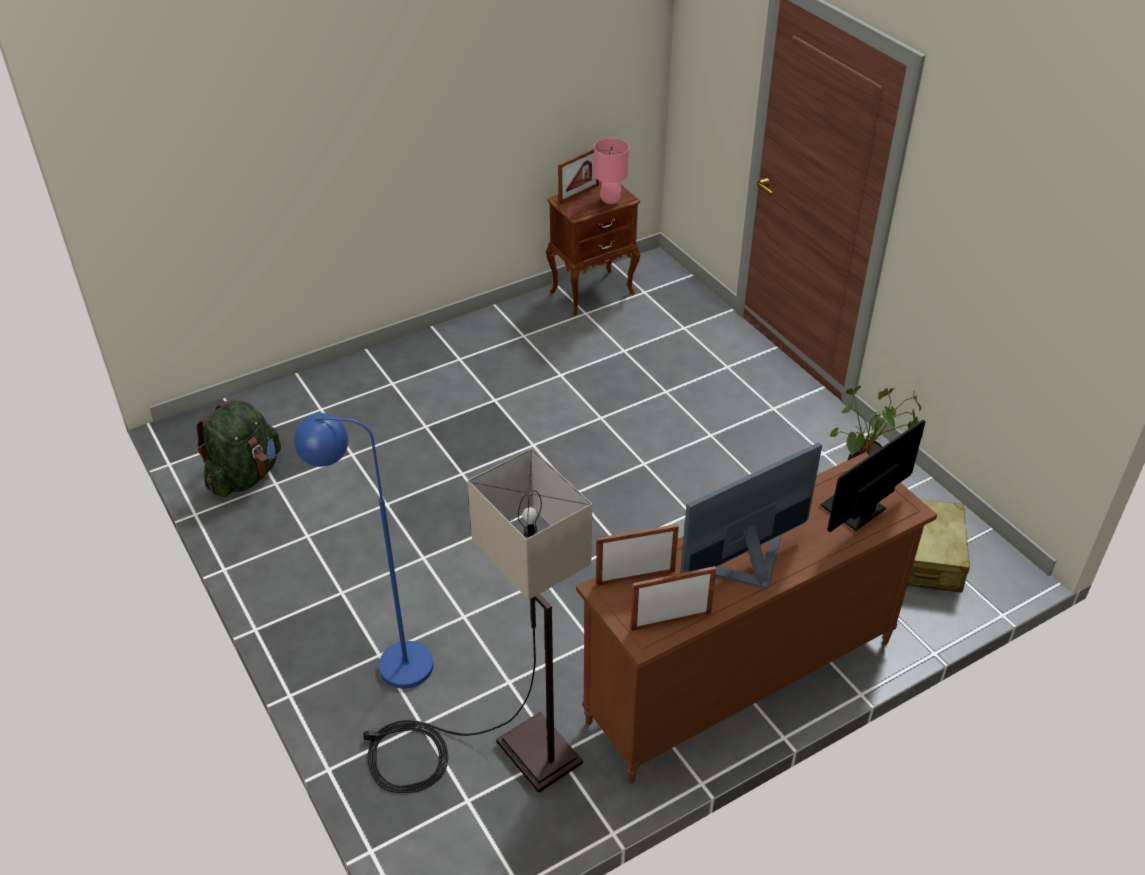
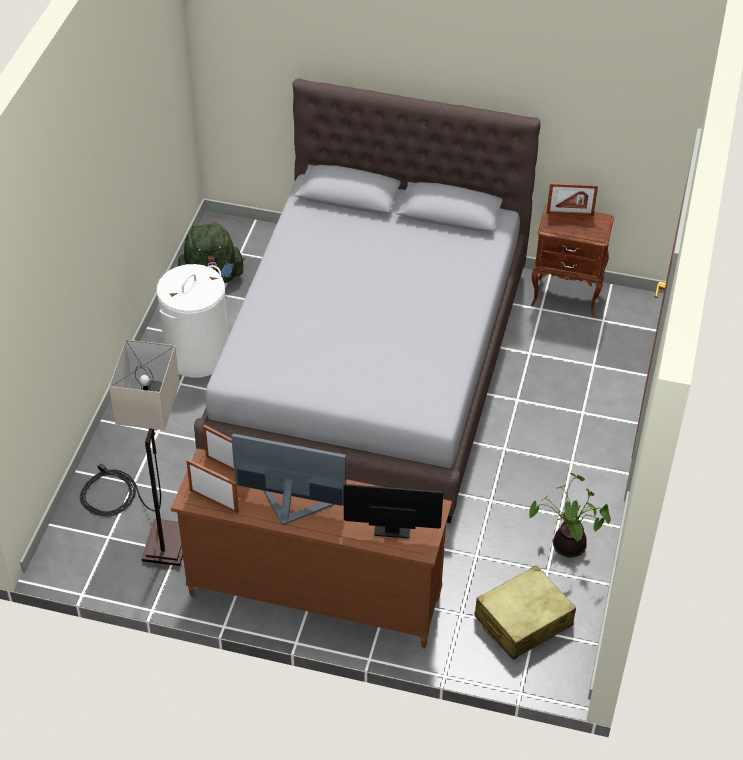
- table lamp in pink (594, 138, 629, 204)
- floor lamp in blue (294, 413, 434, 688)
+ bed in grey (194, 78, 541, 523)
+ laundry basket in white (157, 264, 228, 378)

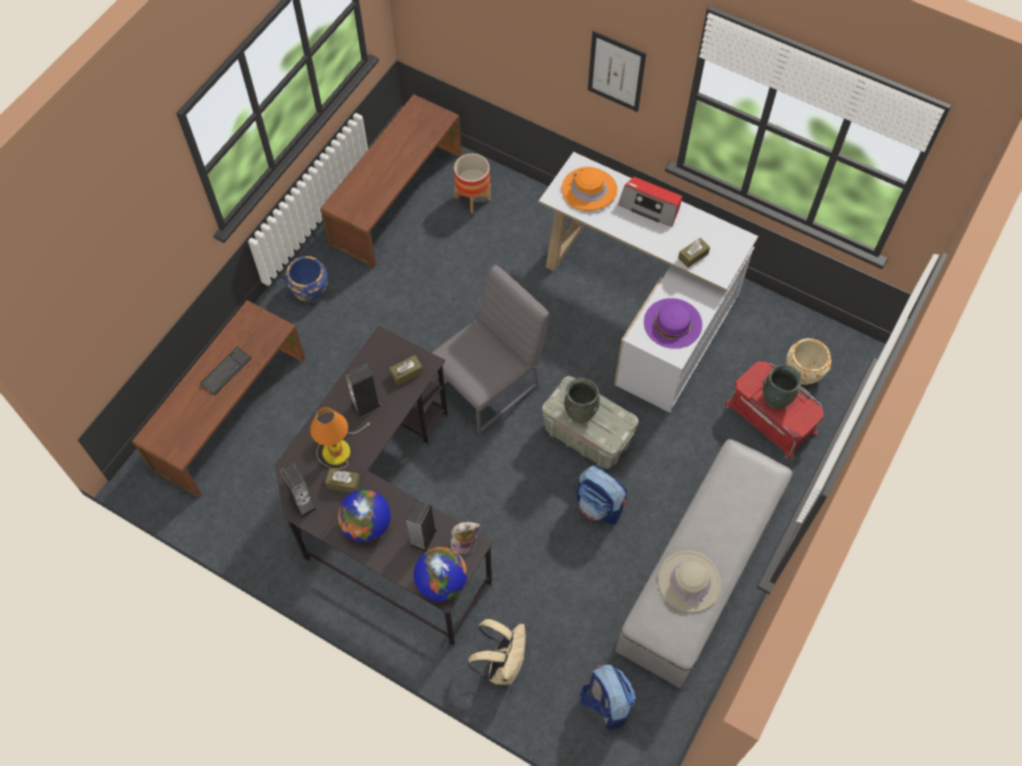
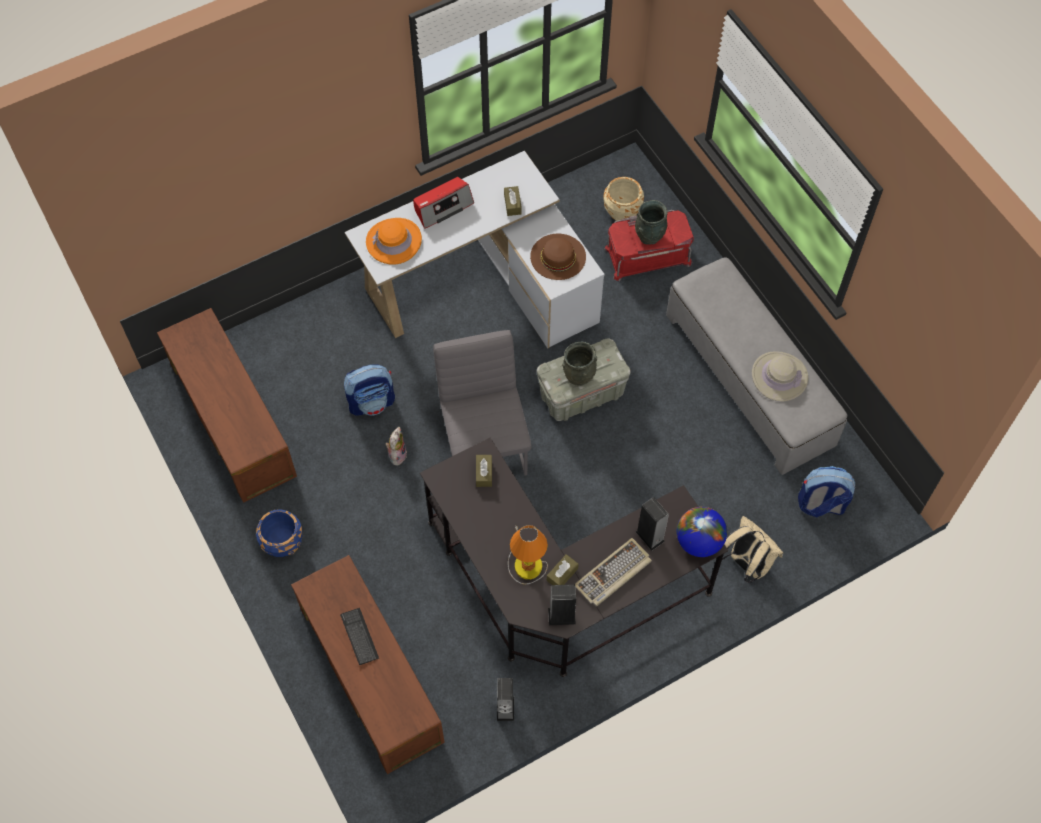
- picture (588, 31, 646, 112)
- planter (454, 154, 491, 213)
~ hat in purple (644, 298, 702, 349) to hat in brown (530, 234, 586, 280)
~ speaker (345, 364, 381, 417) to (497, 678, 514, 721)
~ backpack (577, 465, 627, 525) to (344, 364, 395, 416)
~ globe (338, 489, 391, 542) to keyboard (575, 538, 652, 607)
~ plush toy (451, 522, 480, 554) to (385, 427, 407, 466)

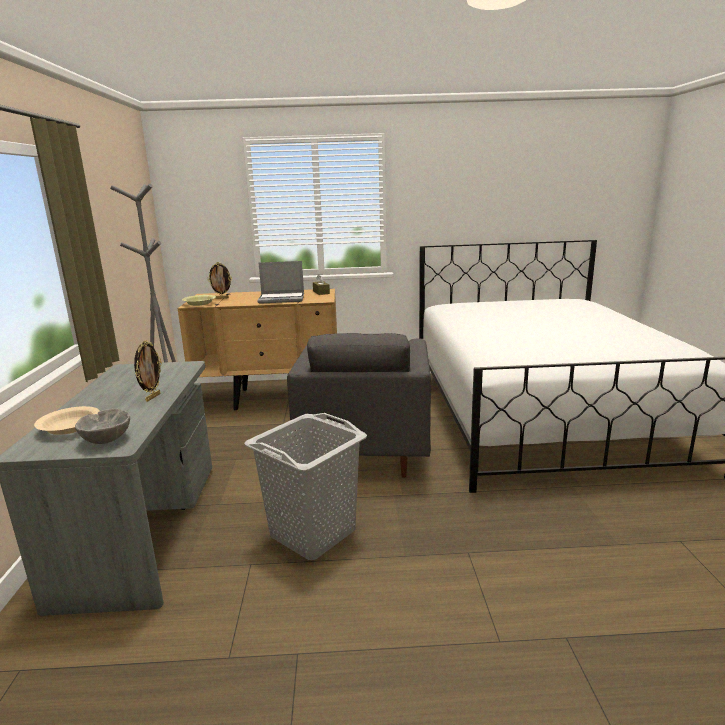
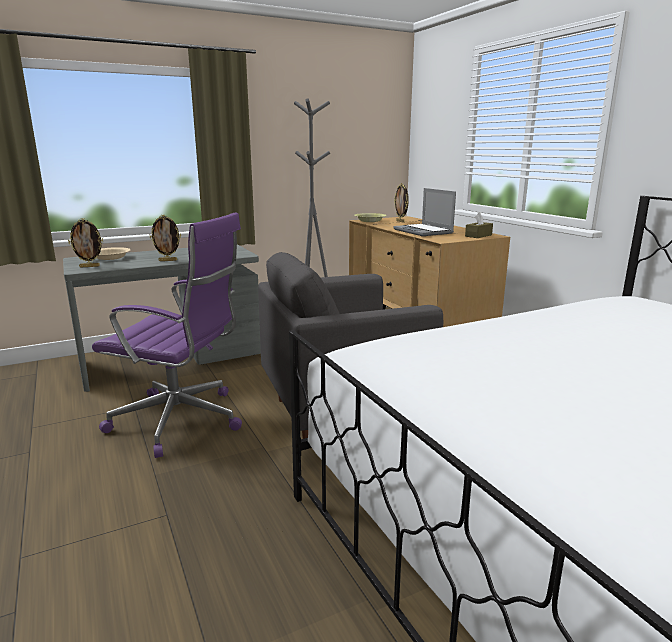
~ bowl in grey (75, 409, 130, 444) to picture frame (68, 218, 103, 268)
~ laundry basket in grey (245, 413, 367, 560) to office chair in purple (92, 212, 242, 458)

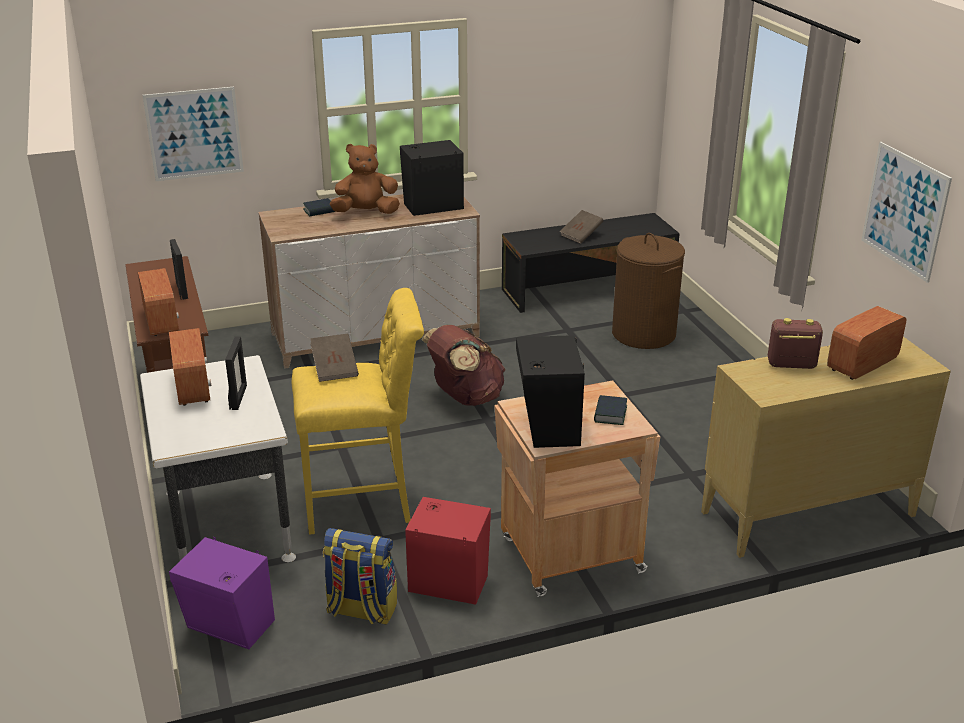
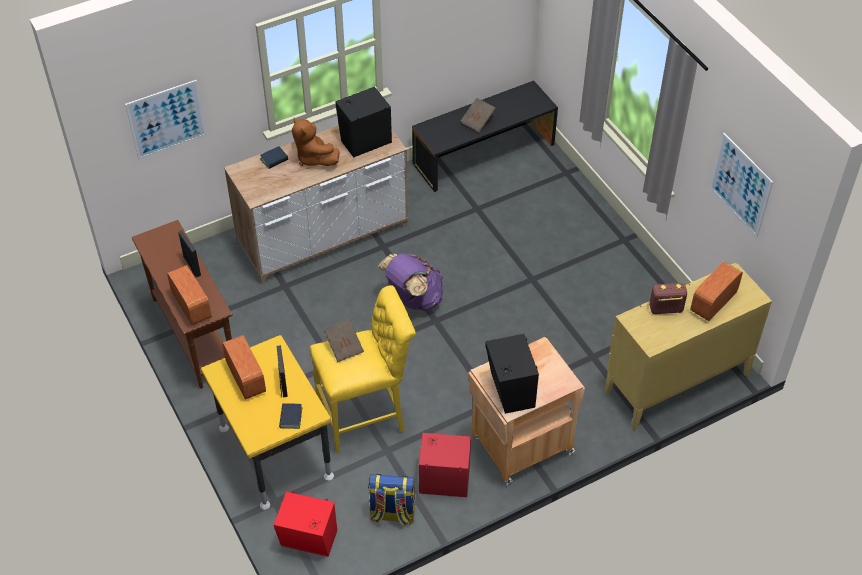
~ plush toy in brown (330, 144, 400, 214) = (292, 118, 340, 166) 105 degrees counterclockwise
- laundry basket in brown (612, 233, 685, 349)
~ backpack in brown (421, 325, 506, 406) to backpack in purple (378, 253, 443, 311)
~ desk in white (140, 355, 296, 562) to desk in yellow (201, 335, 334, 510)
~ book (594, 395, 627, 425) to (279, 403, 303, 429)
~ speaker in purple (169, 537, 275, 649) to speaker in red (274, 492, 337, 557)

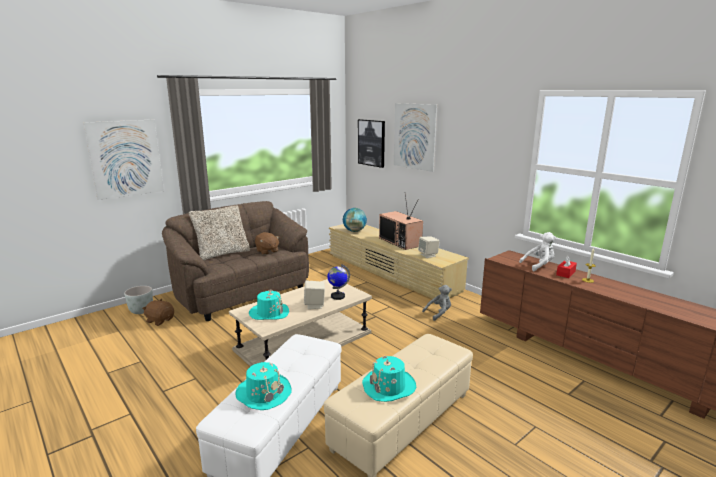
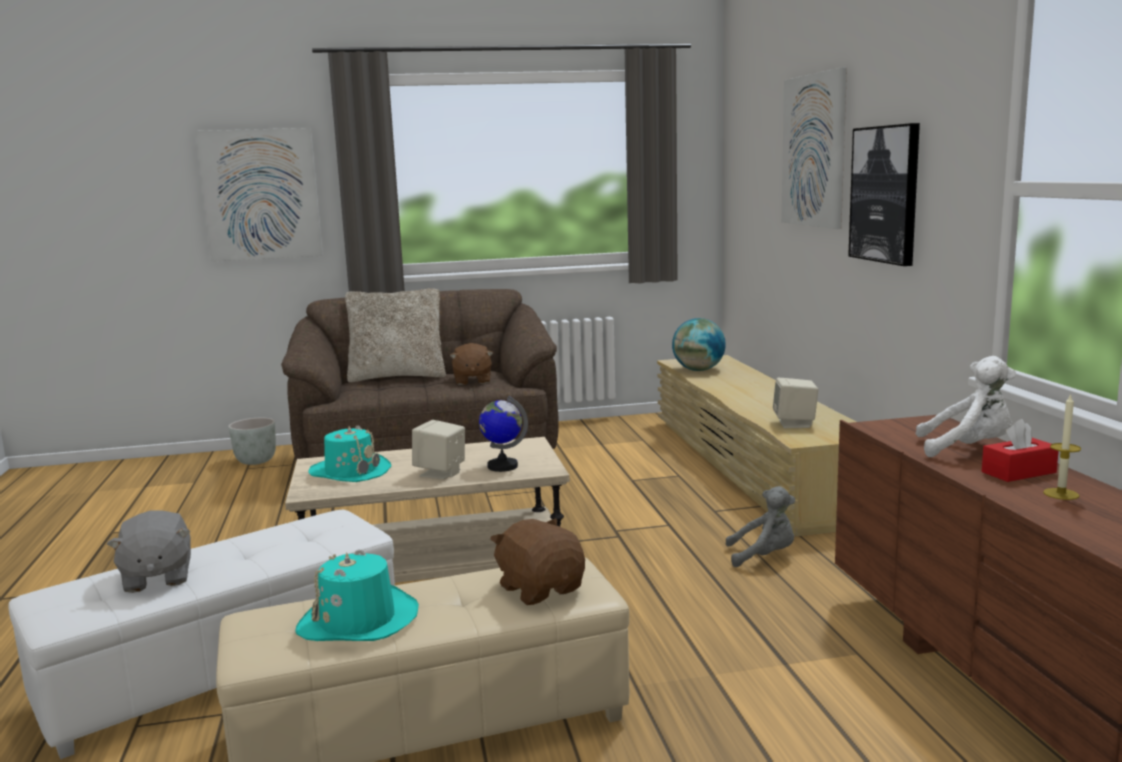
~ picture (358, 119, 385, 168) to (848, 123, 920, 266)
- television (379, 195, 423, 250)
~ plush toy in brown (142, 299, 174, 326) to (490, 518, 585, 605)
~ hat in turquoise (236, 362, 292, 410) to plush toy in grey (106, 510, 191, 593)

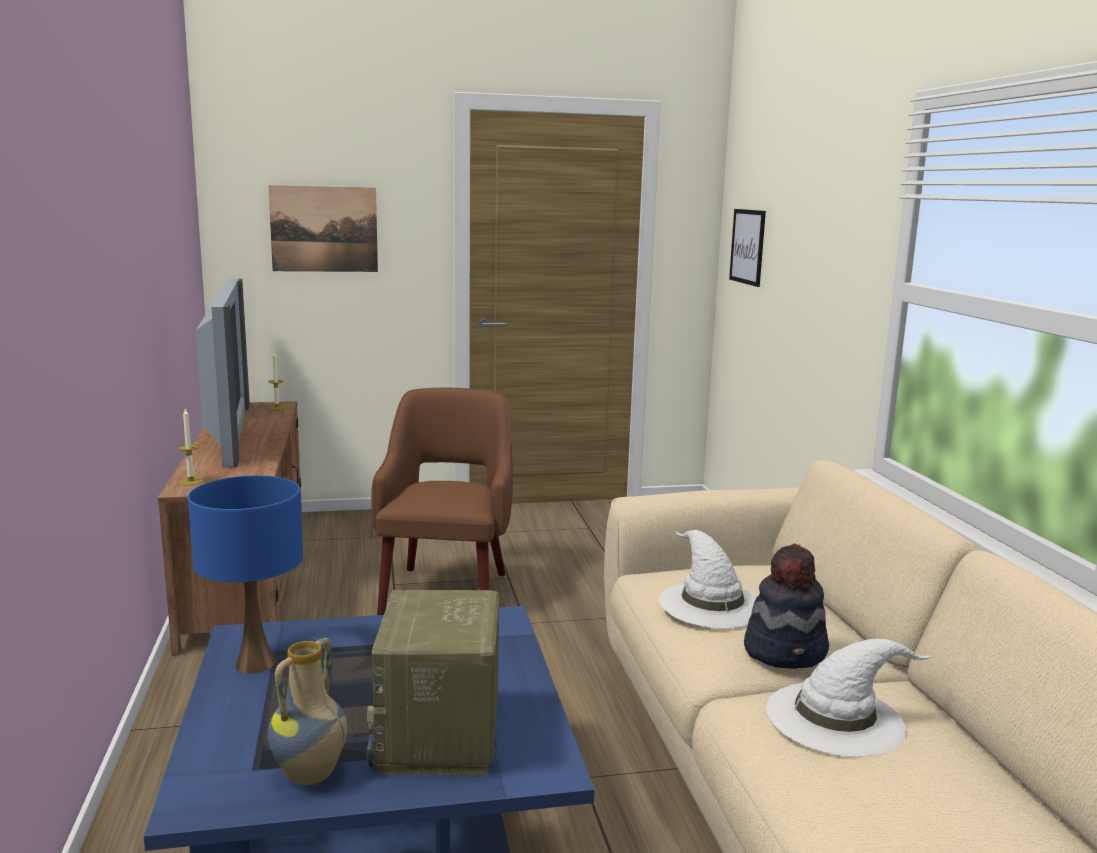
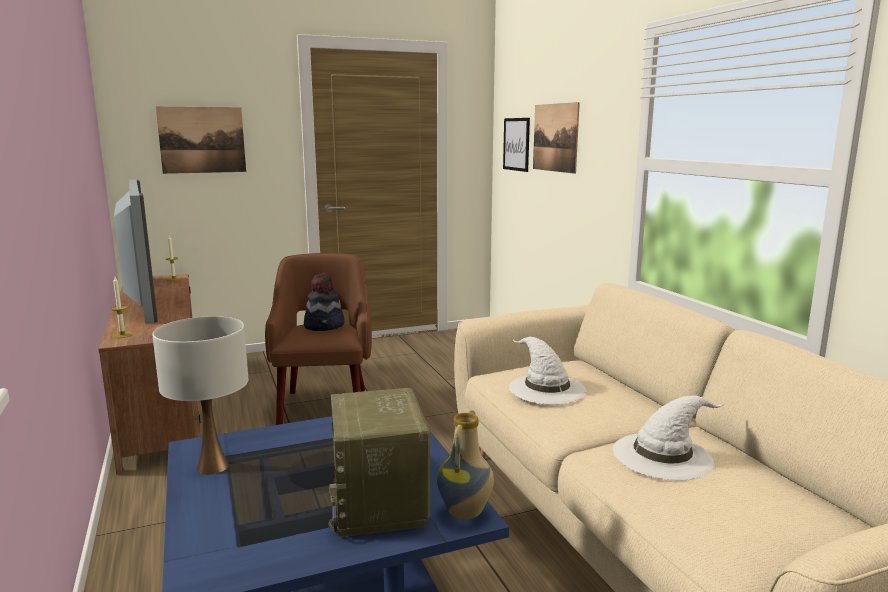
~ table lamp in blue (188, 476, 303, 674) to table lamp in white (152, 316, 248, 475)
~ hat (744, 544, 829, 669) to (304, 273, 345, 331)
~ vase (268, 638, 347, 785) to (437, 410, 494, 520)
+ picture (533, 102, 580, 174)

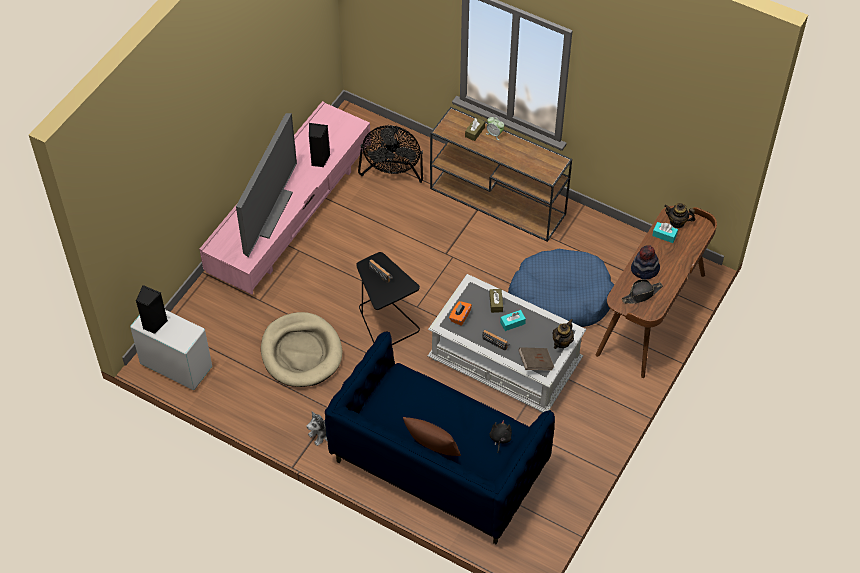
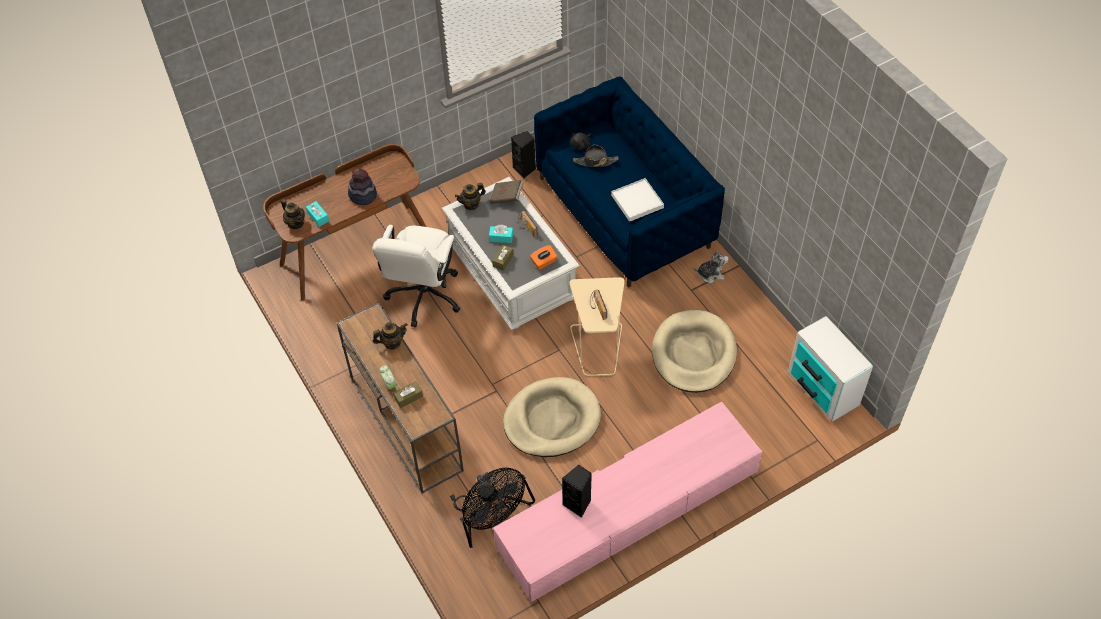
- television (236, 113, 297, 257)
~ fan in black (358, 125, 423, 183) = (450, 468, 535, 548) 105 degrees clockwise
~ dog bed in blue (508, 249, 615, 327) to office chair in white (372, 225, 460, 327)
~ side table in black (356, 252, 420, 345) to side table in beige (570, 277, 625, 377)
~ hat in black (621, 279, 663, 304) to (573, 145, 618, 167)
~ speaker in black (136, 285, 168, 334) to (511, 131, 536, 179)
- pillow in brown (403, 417, 461, 456)
+ tray in white (611, 178, 664, 222)
+ teapot (373, 322, 408, 350)
+ dog bed in beige (503, 377, 601, 457)

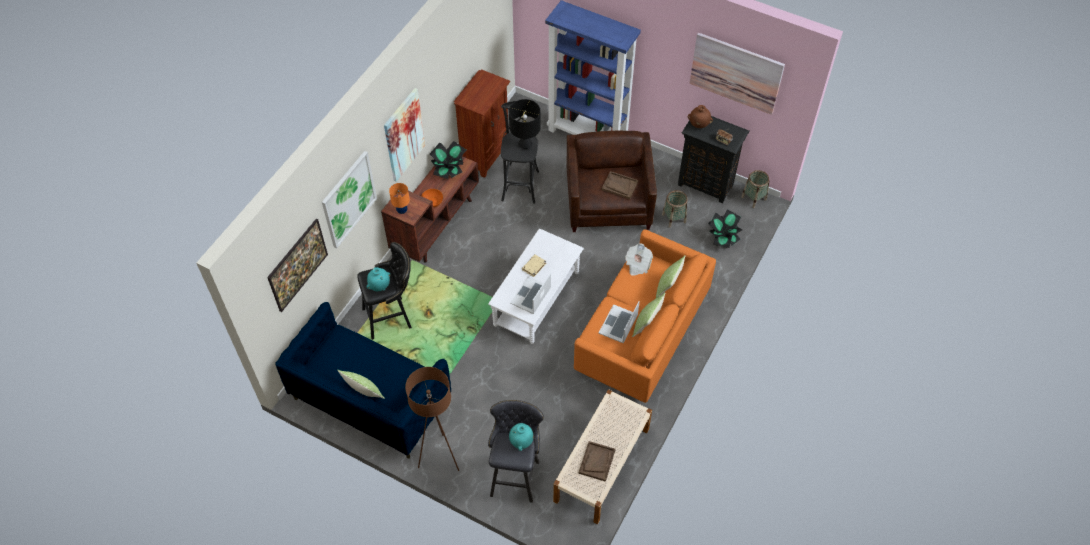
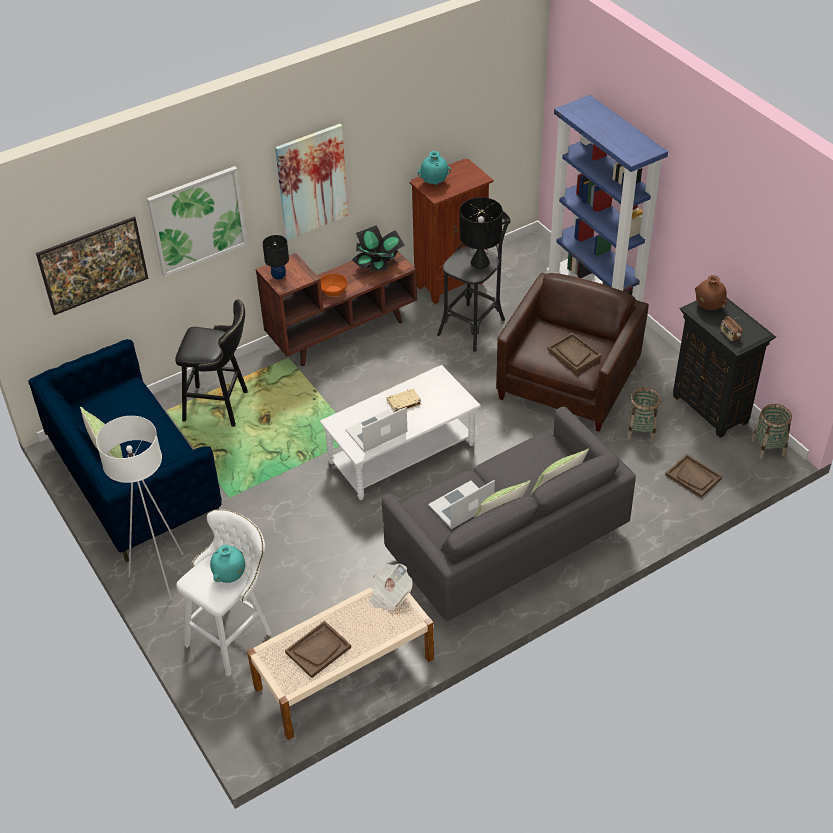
- picture (690, 33, 785, 115)
~ table lamp in orange (389, 183, 410, 214) to table lamp in black (263, 235, 289, 279)
~ potted plant (708, 209, 742, 248) to tray in brown (665, 454, 722, 498)
~ sofa in orange (574, 229, 716, 403) to sofa in grey (382, 407, 636, 621)
~ newspaper (625, 243, 653, 275) to (368, 564, 413, 611)
~ vase in turquoise (367, 267, 391, 291) to (418, 151, 451, 185)
~ floor lamp in brown (405, 367, 459, 471) to floor lamp in white (96, 416, 183, 601)
~ stool in black (488, 400, 544, 503) to stool in white (176, 509, 272, 677)

